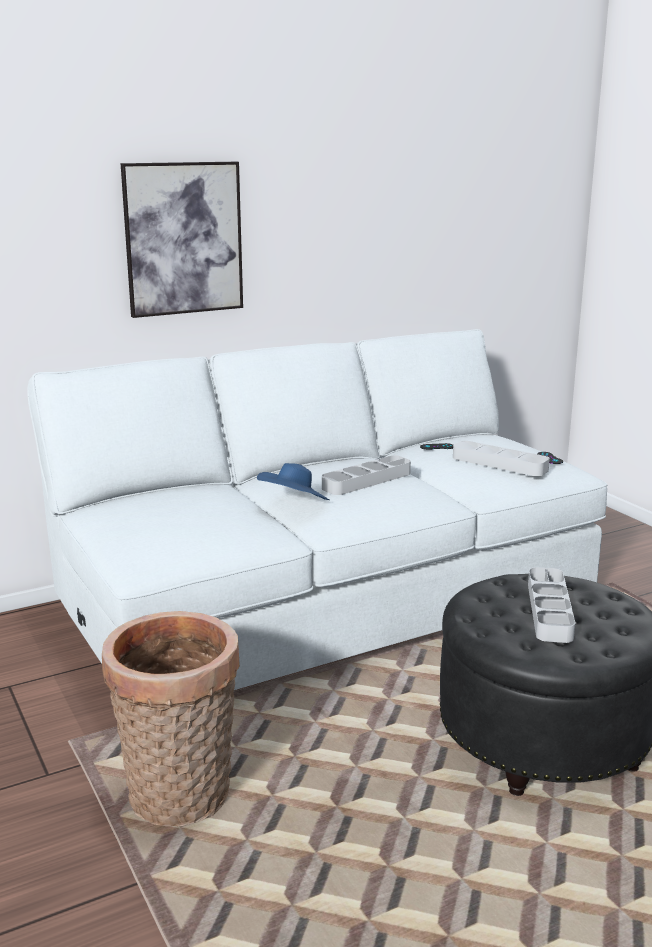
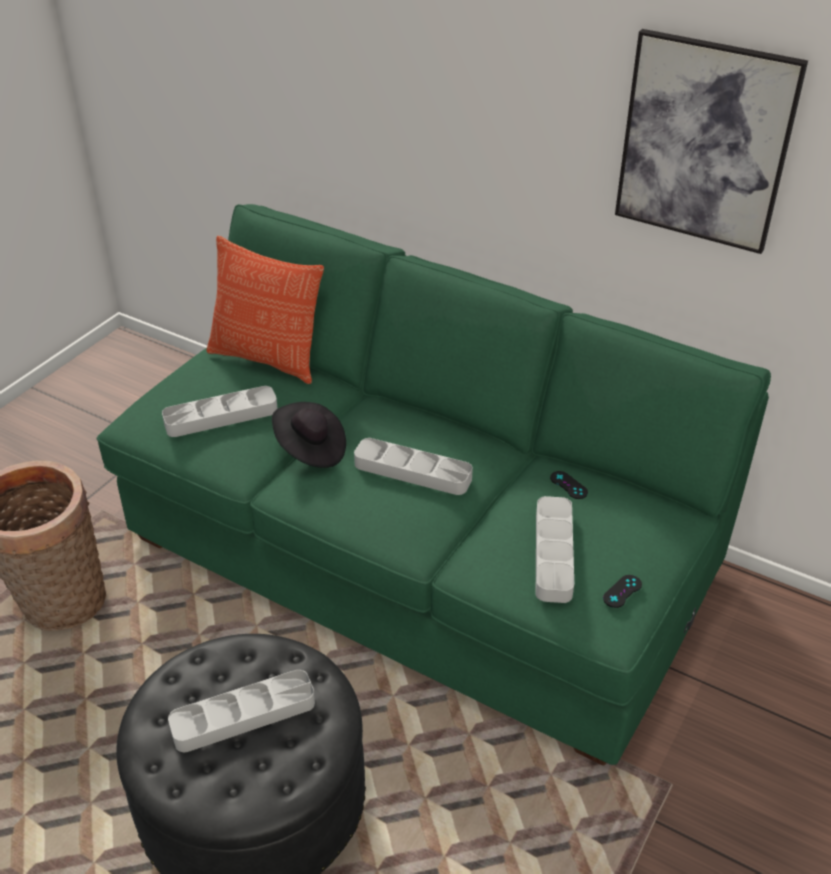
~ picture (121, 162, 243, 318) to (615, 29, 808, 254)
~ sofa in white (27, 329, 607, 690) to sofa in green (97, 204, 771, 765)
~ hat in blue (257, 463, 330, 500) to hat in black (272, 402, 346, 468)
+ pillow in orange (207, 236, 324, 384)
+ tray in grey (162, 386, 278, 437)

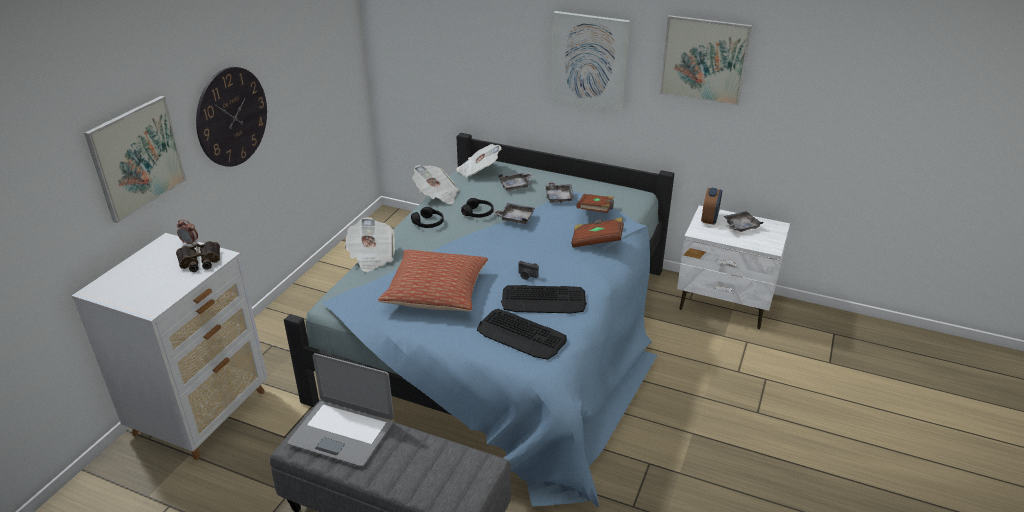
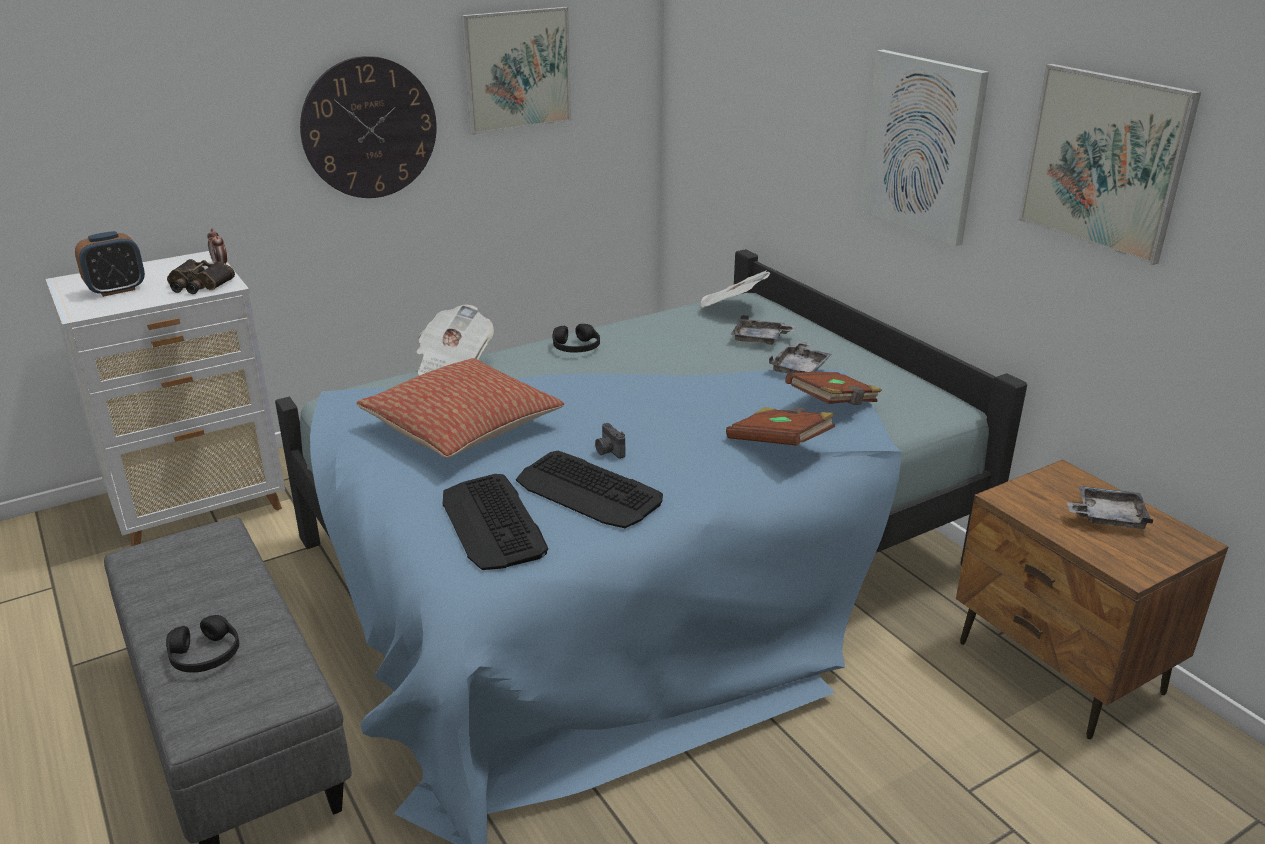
~ picture (84, 96, 187, 223) to (461, 7, 571, 135)
- newspaper (412, 165, 459, 204)
~ alarm clock (701, 188, 722, 225) to (75, 231, 145, 297)
~ headphones in black (461, 198, 494, 218) to (166, 615, 239, 673)
- tray in grey (492, 203, 535, 224)
~ nightstand in white (677, 205, 790, 329) to nightstand in brown (956, 459, 1228, 739)
- laptop (288, 353, 394, 467)

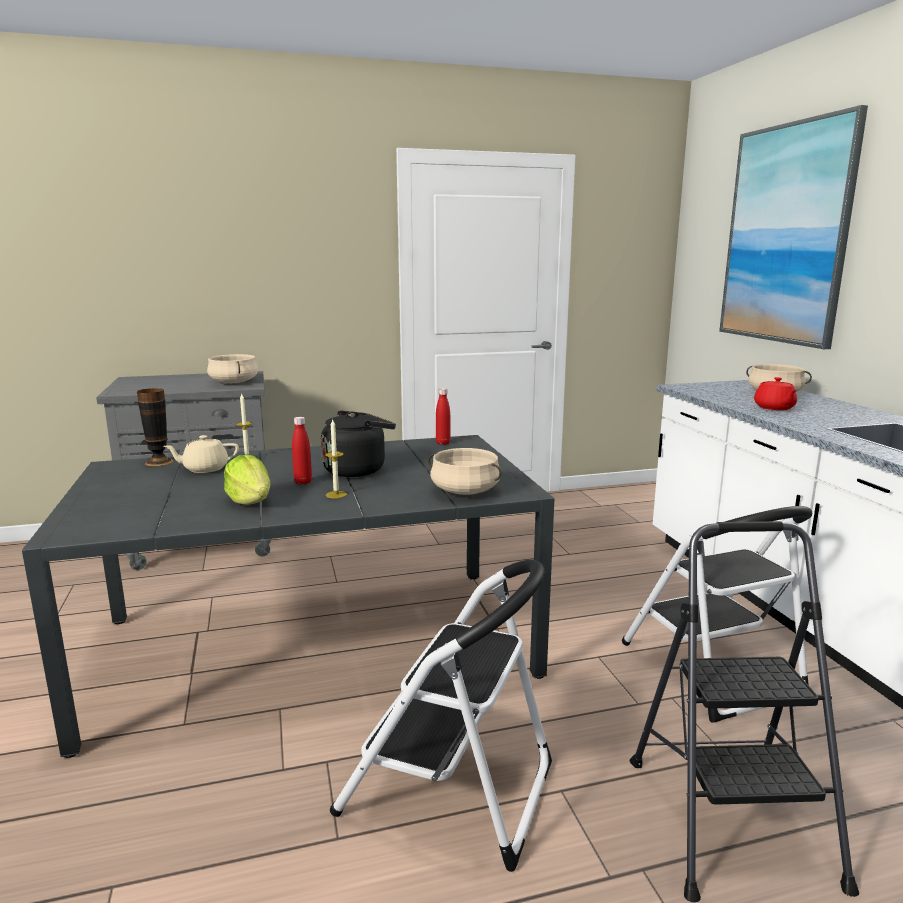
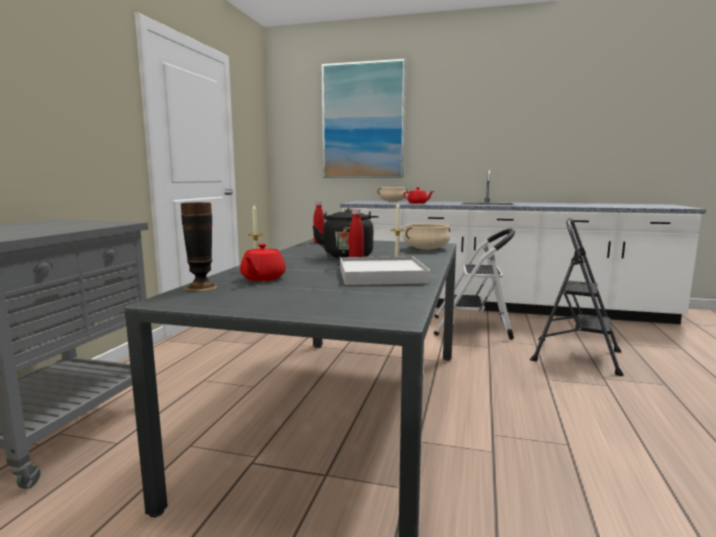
- cooking pot in beige (207, 354, 258, 383)
~ teapot in beige (164, 435, 239, 473) to teapot in red (240, 243, 286, 281)
~ lettuce (224, 455, 270, 505) to tray in white (340, 256, 430, 285)
- step ladder (330, 560, 552, 872)

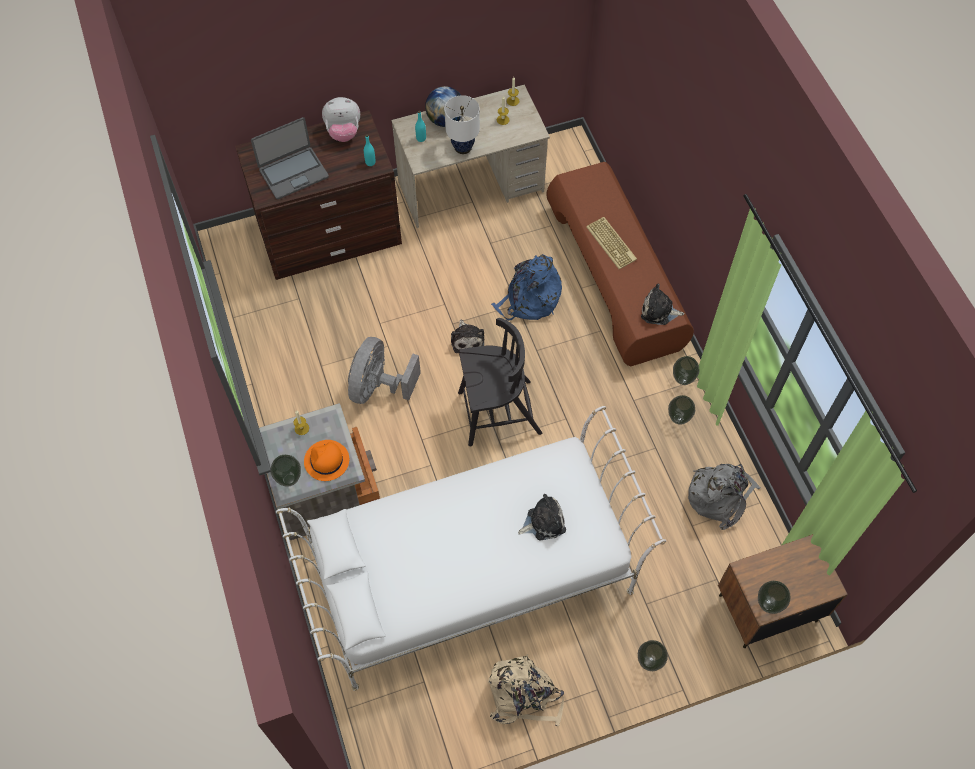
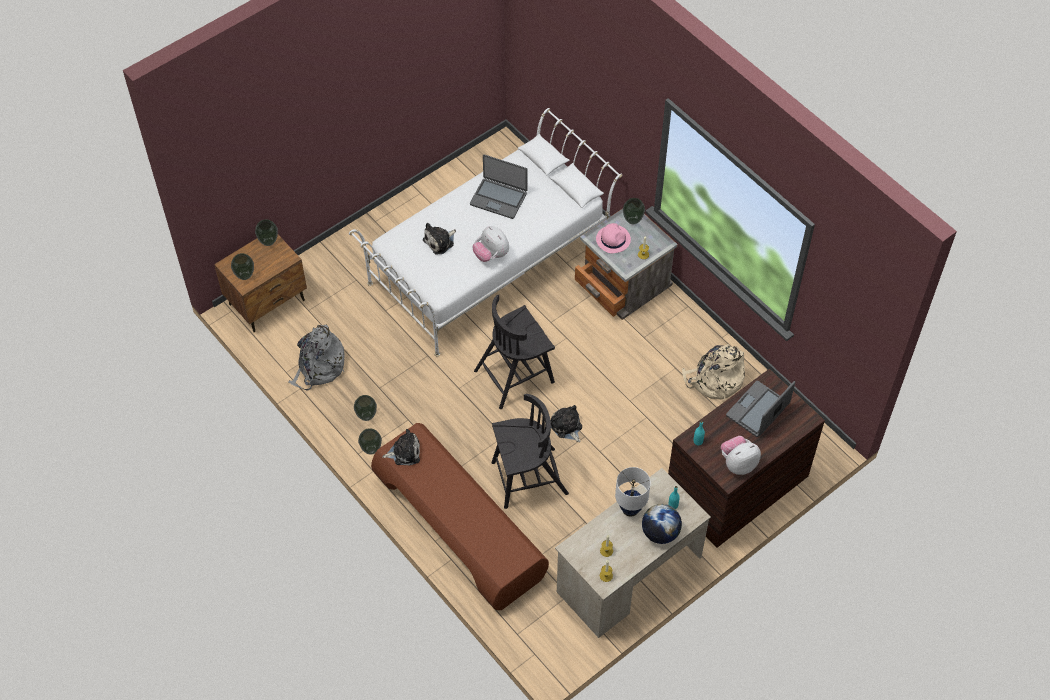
- keyboard (586, 217, 637, 269)
~ backpack in blue (491, 254, 562, 320) to chair in black (491, 394, 569, 509)
- fan in grey (348, 337, 421, 404)
~ hat in orange (304, 440, 349, 481) to hat in pink (596, 223, 631, 253)
~ vase (638, 640, 668, 671) to (231, 253, 254, 280)
~ backpack in beige (488, 654, 564, 726) to (682, 344, 745, 400)
+ laptop (470, 154, 527, 219)
+ plush toy (473, 226, 509, 262)

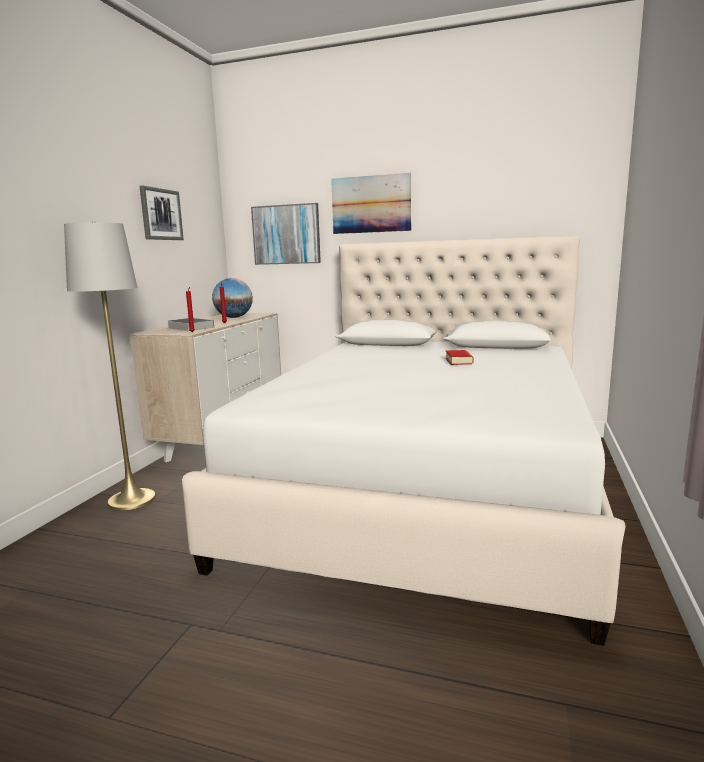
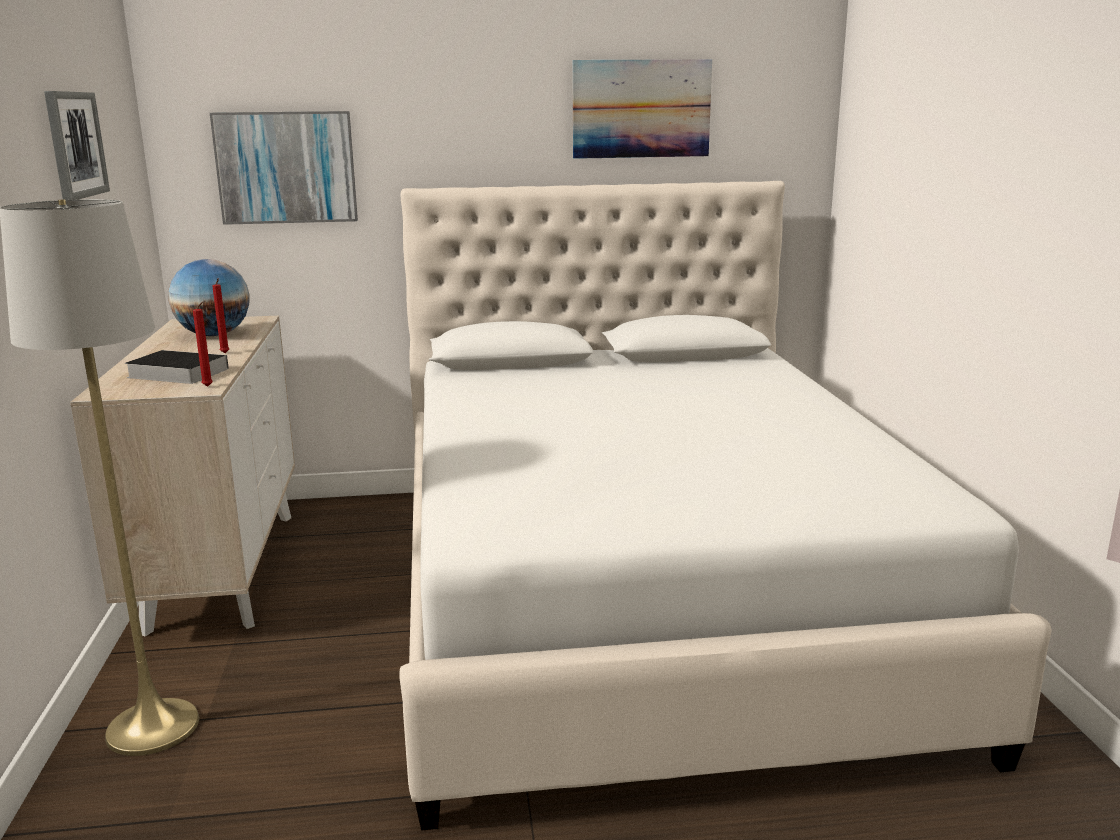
~ picture (331, 173, 411, 234) to (572, 59, 712, 159)
- book (446, 350, 474, 365)

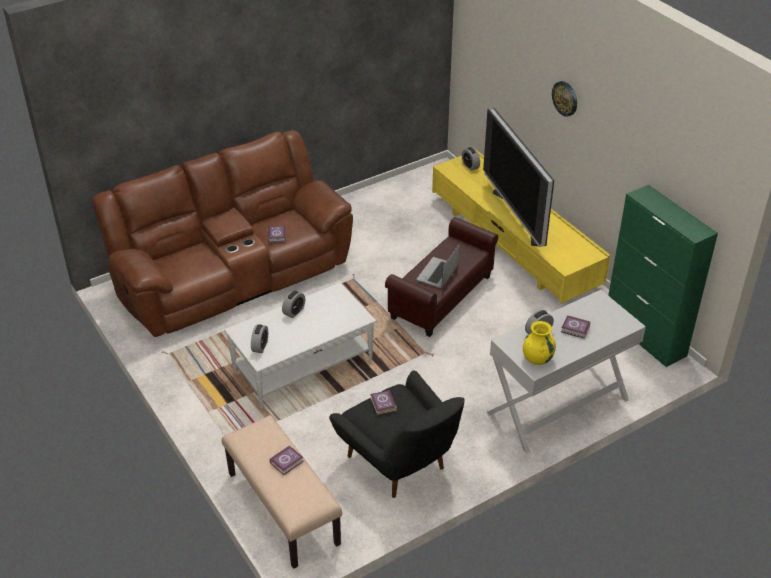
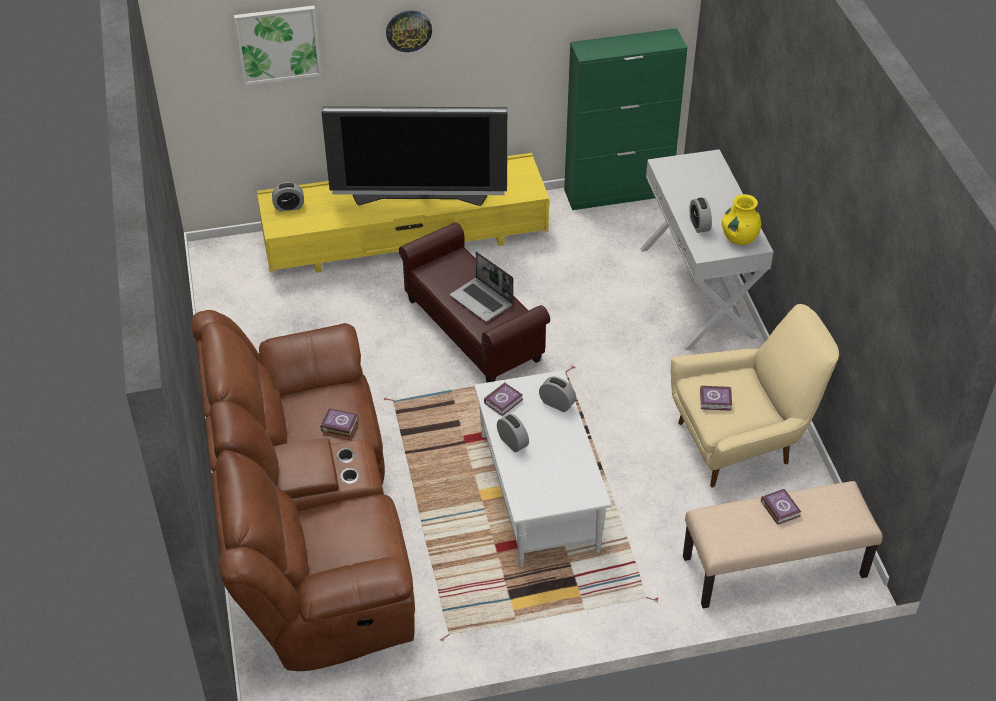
~ book (561, 315, 591, 339) to (484, 382, 523, 416)
~ alarm clock (251, 324, 268, 353) to (539, 376, 576, 412)
~ armchair in black (329, 370, 465, 498) to armchair in beige (671, 304, 839, 488)
+ picture (234, 5, 322, 85)

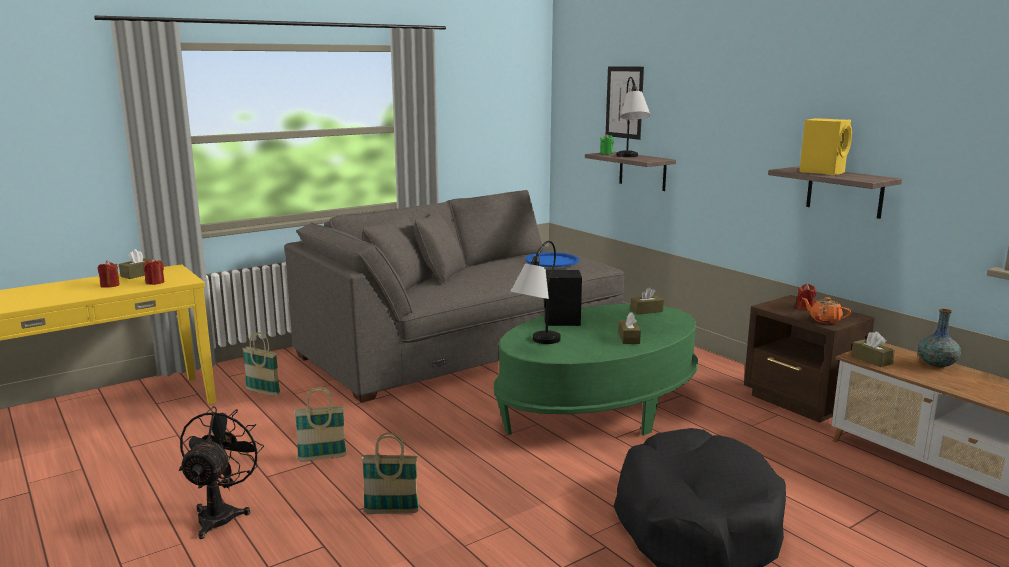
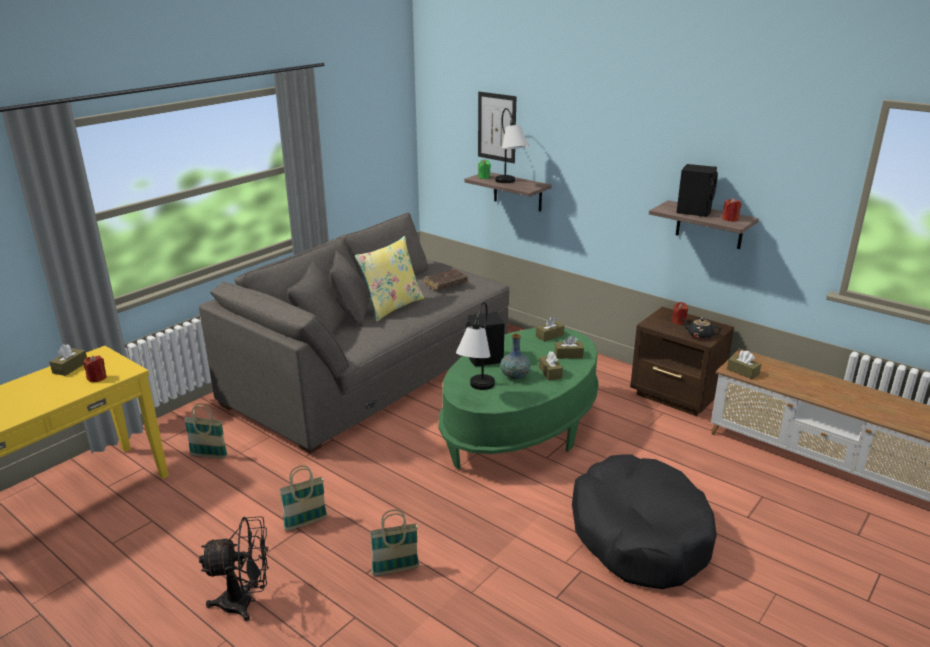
~ speaker in yellow (799, 118, 852, 175) to speaker in black (676, 164, 718, 217)
~ tray in blue (525, 252, 579, 267) to book in brown (424, 269, 468, 291)
~ candle in red (98, 260, 120, 288) to (722, 198, 742, 222)
~ teapot in orange (802, 297, 851, 324) to teapot in black (681, 318, 721, 340)
~ vase (918, 309, 961, 368) to (500, 334, 531, 380)
~ fan in black (179, 406, 264, 539) = (199, 516, 269, 621) 90 degrees clockwise
+ pillow in yellow (355, 236, 424, 322)
+ tissue box in brown (555, 335, 584, 359)

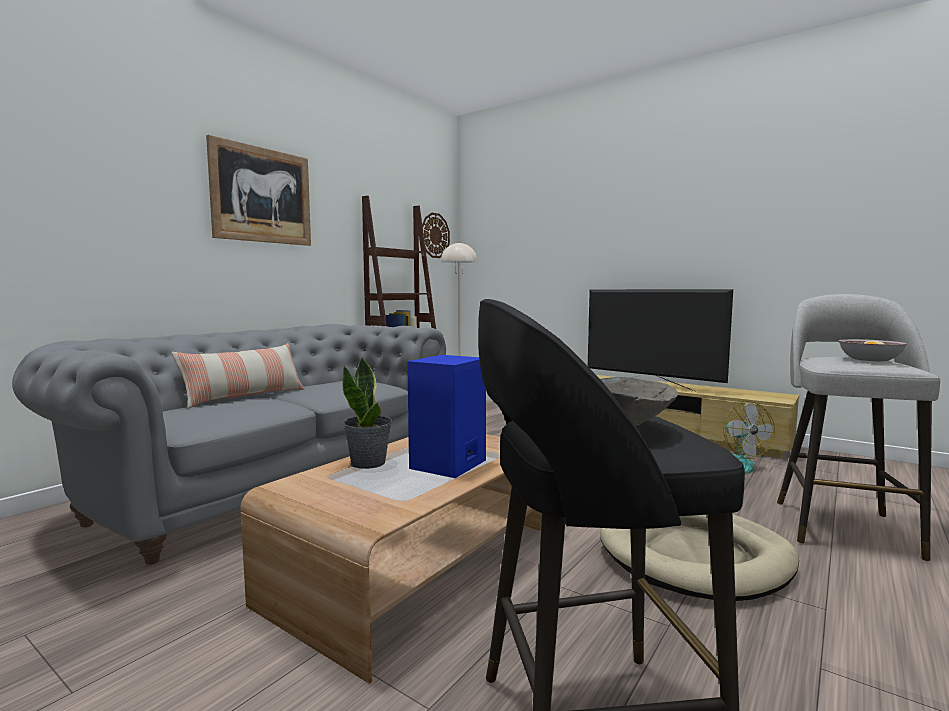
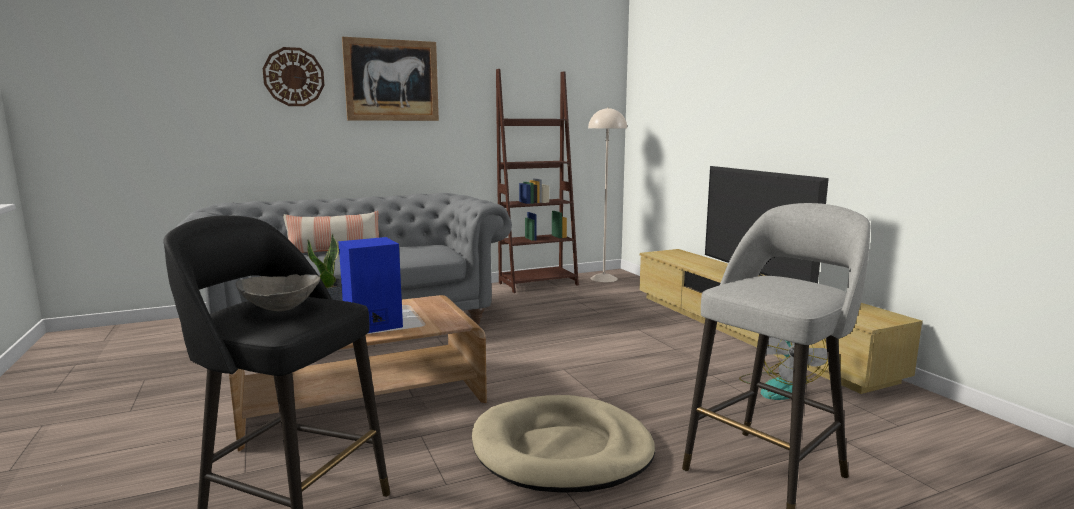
~ wall clock (422, 213, 450, 258) to (263, 47, 325, 106)
- bowl (838, 339, 907, 361)

